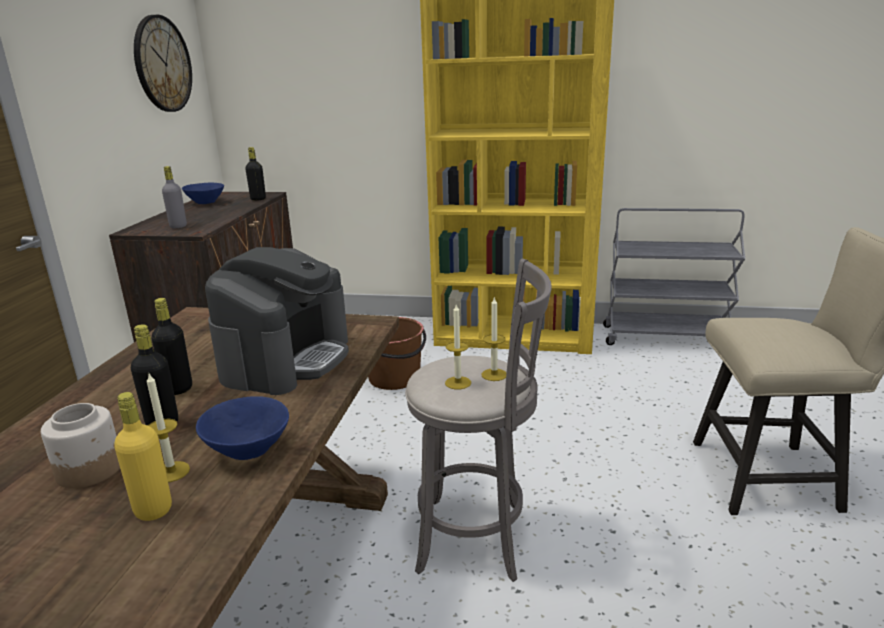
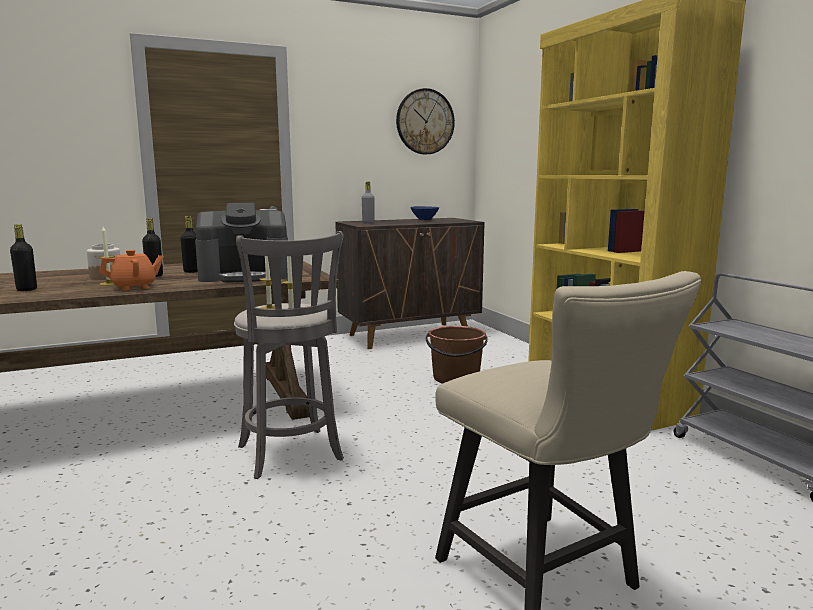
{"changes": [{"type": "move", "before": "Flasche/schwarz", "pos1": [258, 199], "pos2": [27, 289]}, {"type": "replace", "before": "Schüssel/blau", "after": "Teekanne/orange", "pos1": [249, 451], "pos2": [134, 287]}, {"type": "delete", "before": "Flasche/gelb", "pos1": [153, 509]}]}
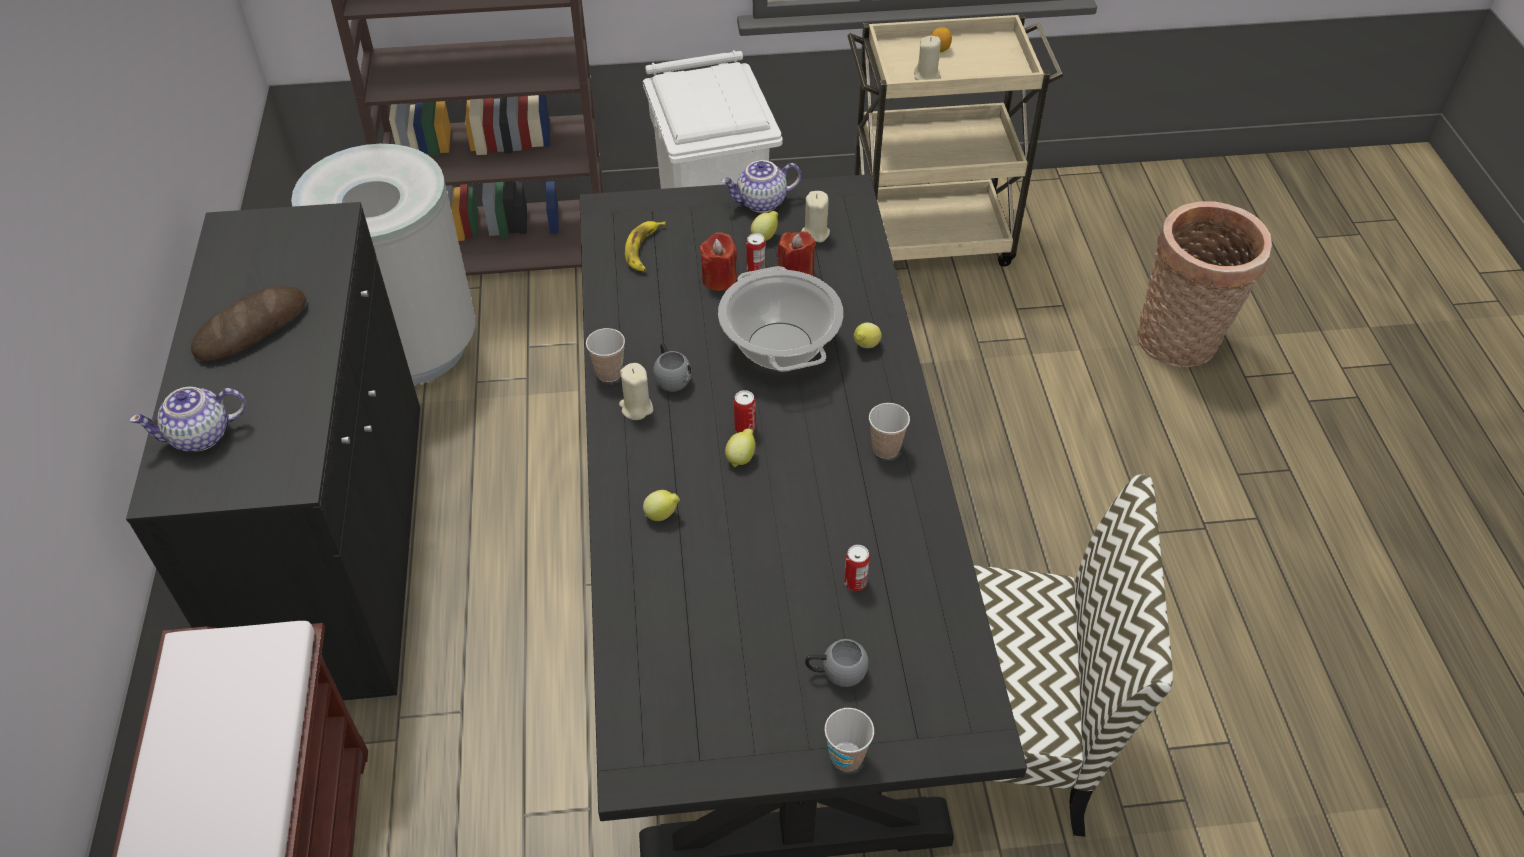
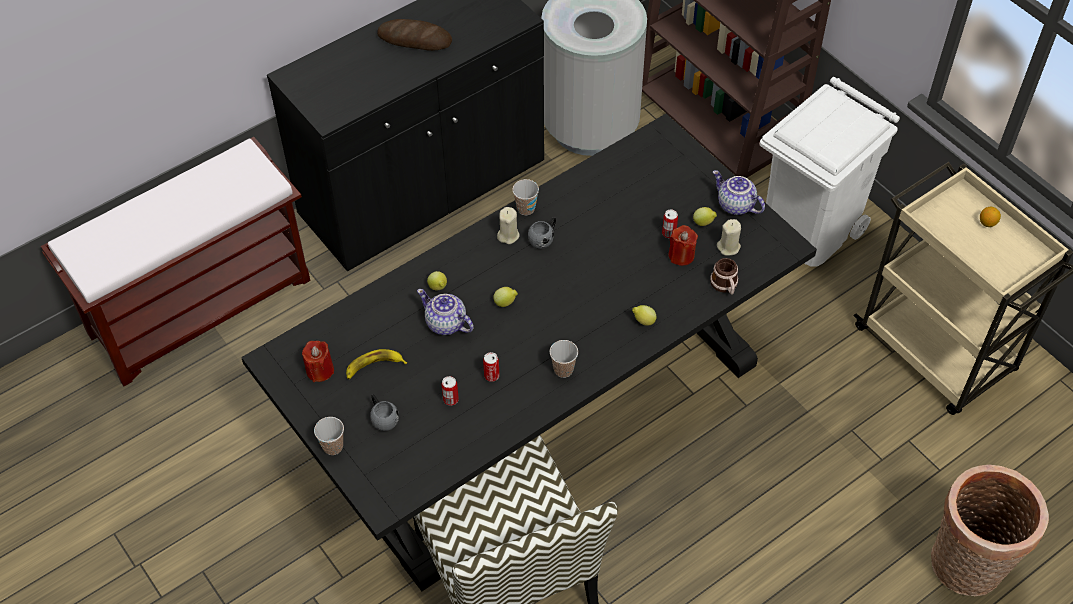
{"changes": [{"type": "move", "before": "Kerze/rot", "pos1": [719, 279], "pos2": [320, 370]}, {"type": "move", "before": "Banane", "pos1": [644, 250], "pos2": [374, 366]}, {"type": "move", "before": "Teekanne", "pos1": [201, 436], "pos2": [446, 324]}, {"type": "move", "before": "Dose", "pos1": [744, 427], "pos2": [491, 376]}, {"type": "insert", "after": "Henkelbecher", "pos2": [725, 285]}, {"type": "delete", "before": "Kochtopf", "pos1": [780, 347]}, {"type": "delete", "before": "Kerze/beige", "pos1": [927, 76]}]}
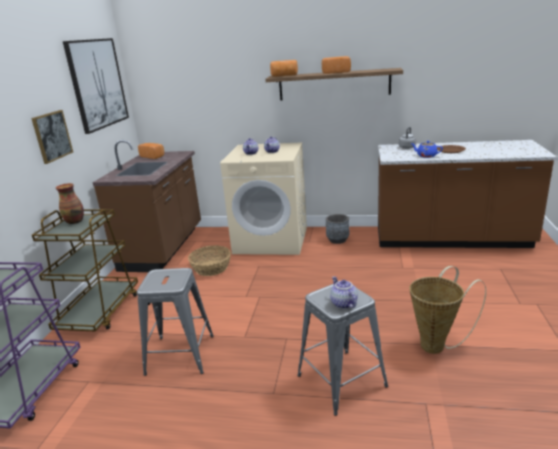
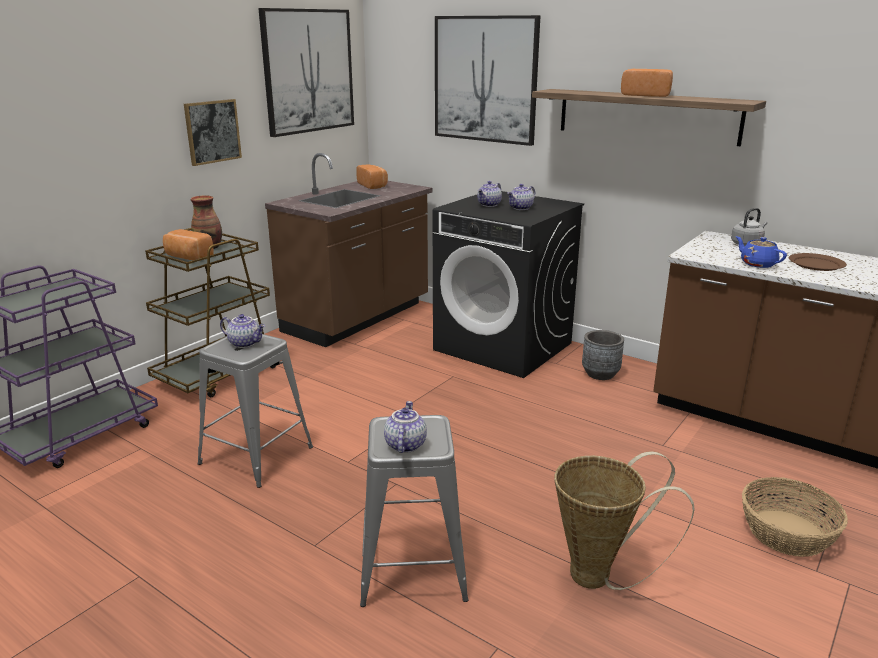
{"changes": [{"type": "move", "before": "Brot", "pos1": [284, 76], "pos2": [187, 257]}, {"type": "insert", "after": "Teekanne", "pos2": [245, 343]}, {"type": "recolor", "before": "Waschmaschine/beige", "after": "Waschmaschine/schwarz", "pos1": [271, 240], "pos2": [504, 346]}, {"type": "insert", "after": "Bild", "pos2": [485, 79]}, {"type": "move", "before": "Korb", "pos1": [211, 268], "pos2": [787, 532]}]}
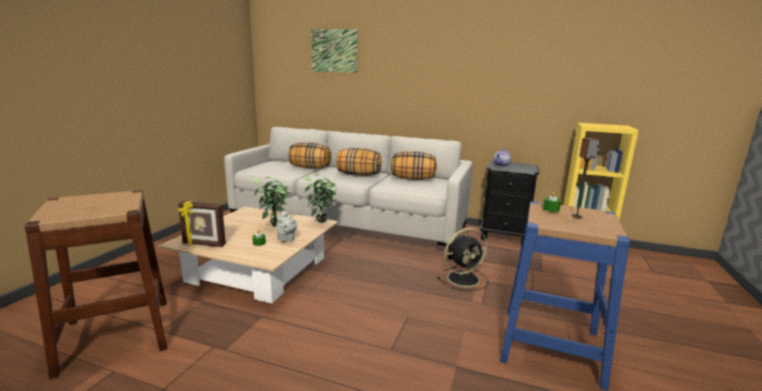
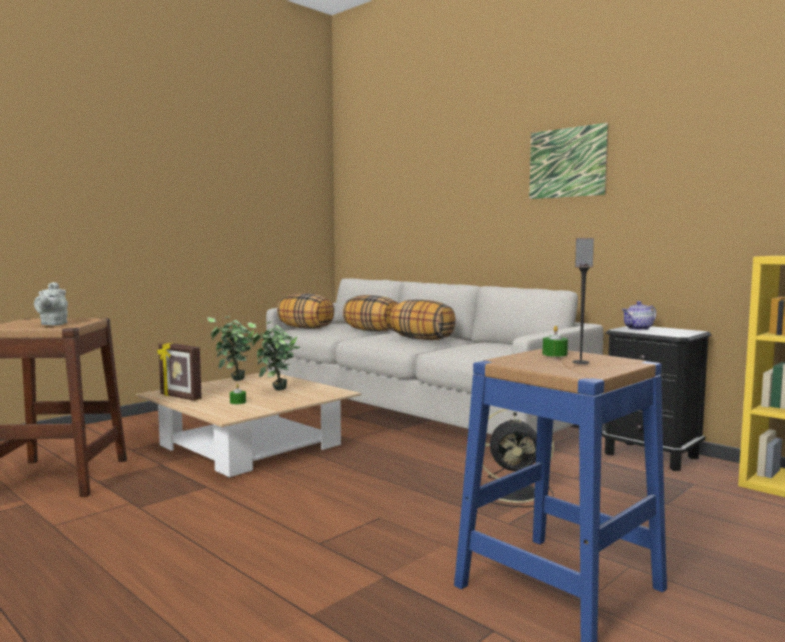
{"changes": [{"type": "move", "before": "Teekanne/grau", "pos1": [286, 239], "pos2": [53, 324]}, {"type": "move", "before": "Topfpflanze", "pos1": [321, 223], "pos2": [234, 381]}, {"type": "move", "before": "Kissen", "pos1": [413, 179], "pos2": [306, 328]}, {"type": "move", "before": "Bild", "pos1": [334, 51], "pos2": [567, 162]}]}
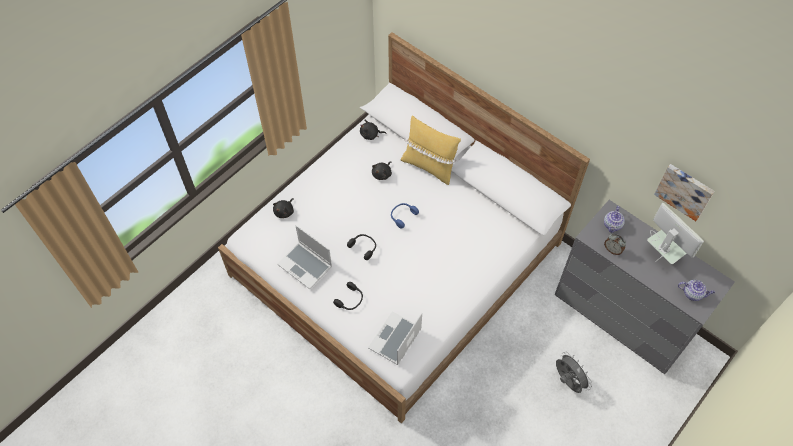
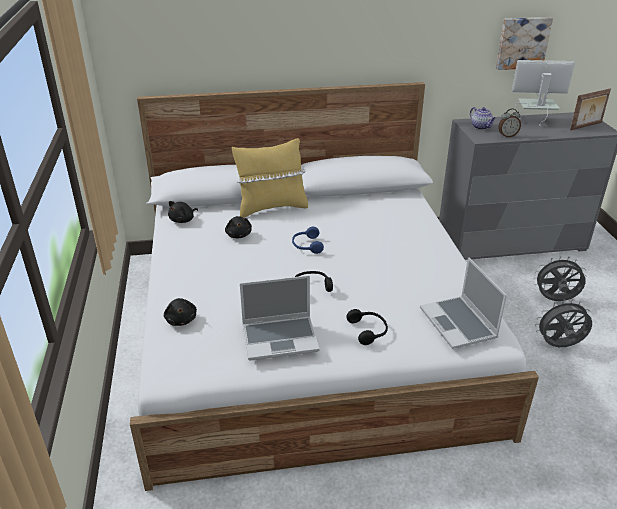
{"changes": [{"type": "insert", "after": "Ventilator/grau", "pos2": [559, 346]}, {"type": "replace", "before": "Teekanne", "after": "Bilderrahmen", "pos1": [693, 293], "pos2": [586, 126]}]}
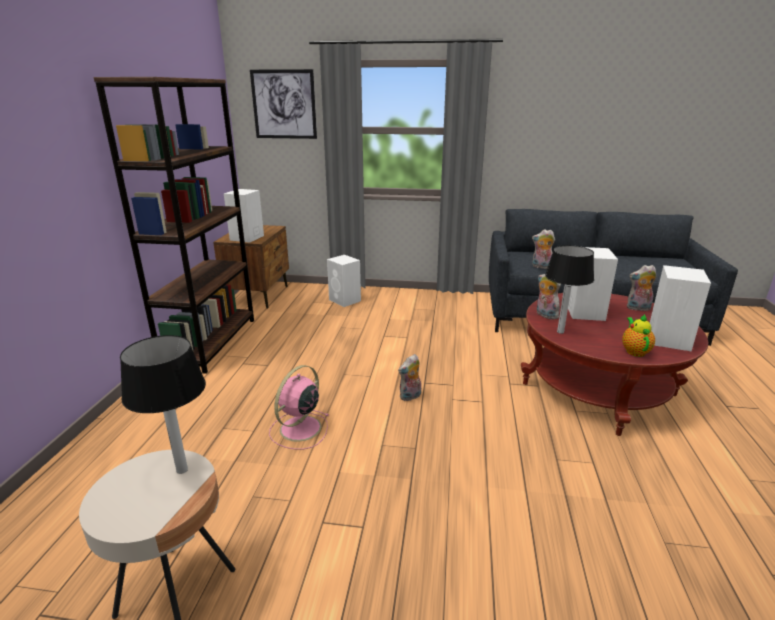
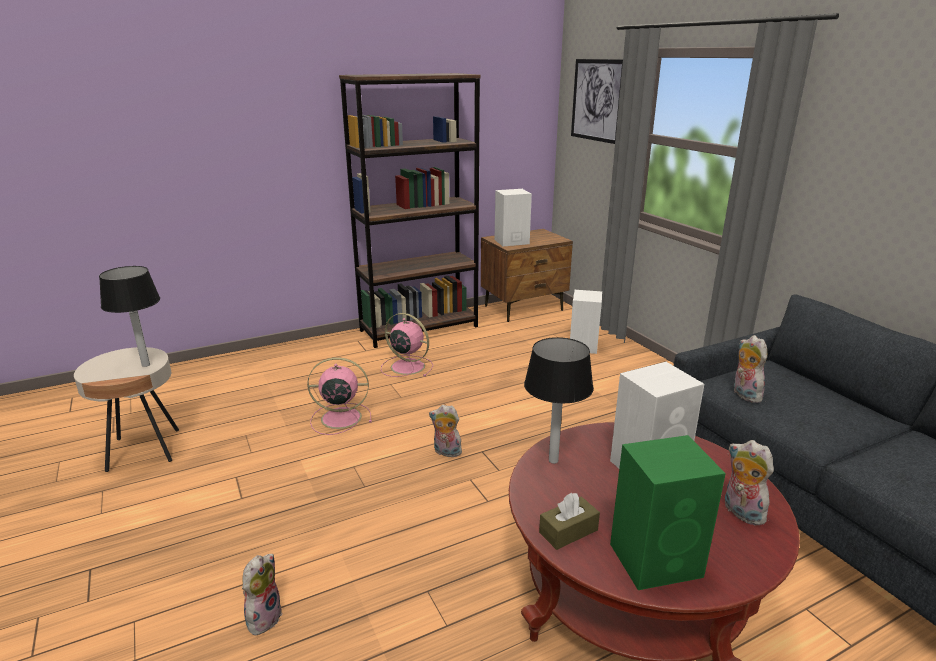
{"changes": [{"type": "move", "before": "Plüschtier", "pos1": [545, 315], "pos2": [263, 617]}, {"type": "insert", "after": "Ventilator/rosa", "pos2": [406, 366]}, {"type": "replace", "before": "Teekanne", "after": "Taschentuchbox/braun", "pos1": [634, 351], "pos2": [568, 531]}, {"type": "recolor", "before": "Lautsprecher/weiß", "after": "Lautsprecher/grün", "pos1": [668, 338], "pos2": [657, 560]}]}
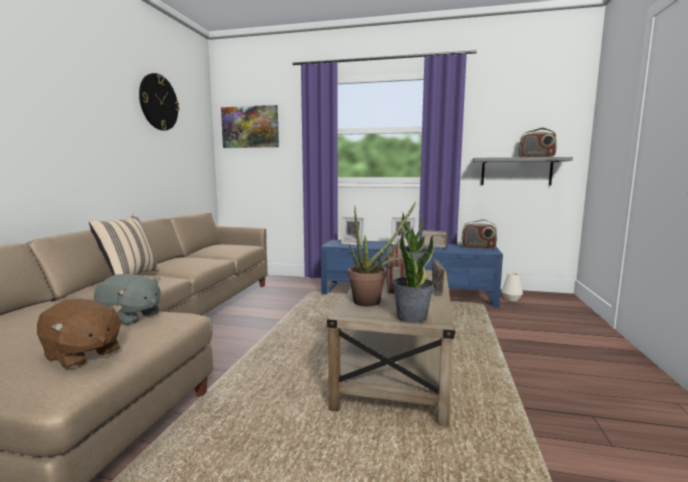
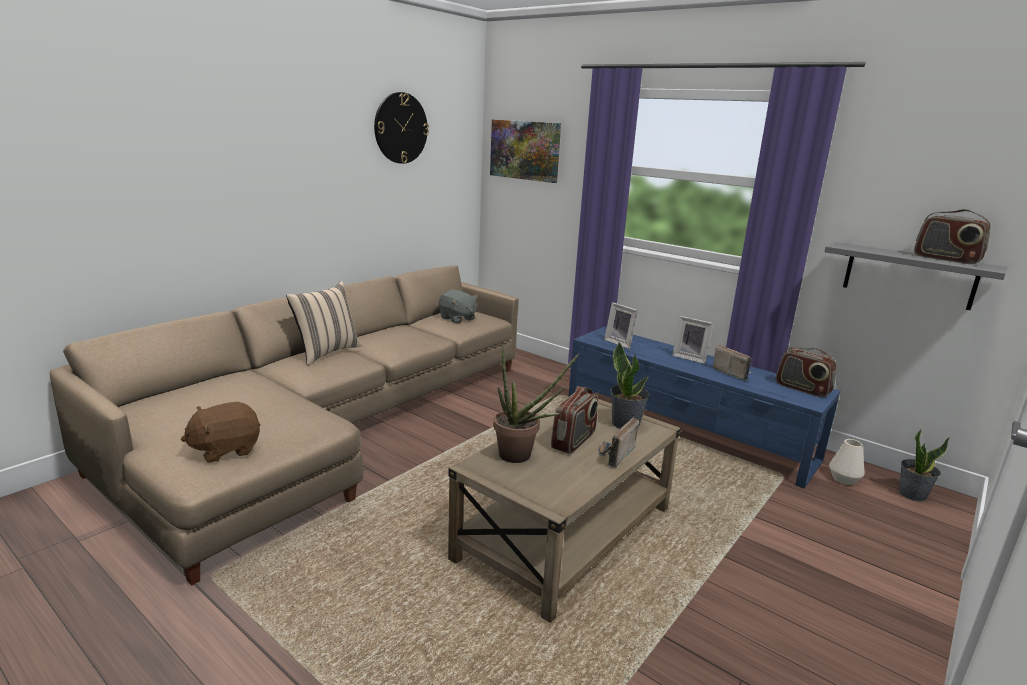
{"changes": [{"type": "rotate", "before": "Plüschtier/braun", "pos1": [82, 355], "pos2": [226, 449], "turn": 90}, {"type": "move", "before": "Plüschtier/grau", "pos1": [130, 317], "pos2": [457, 318]}, {"type": "move", "before": "Topfpflanze", "pos1": [411, 317], "pos2": [912, 494]}]}
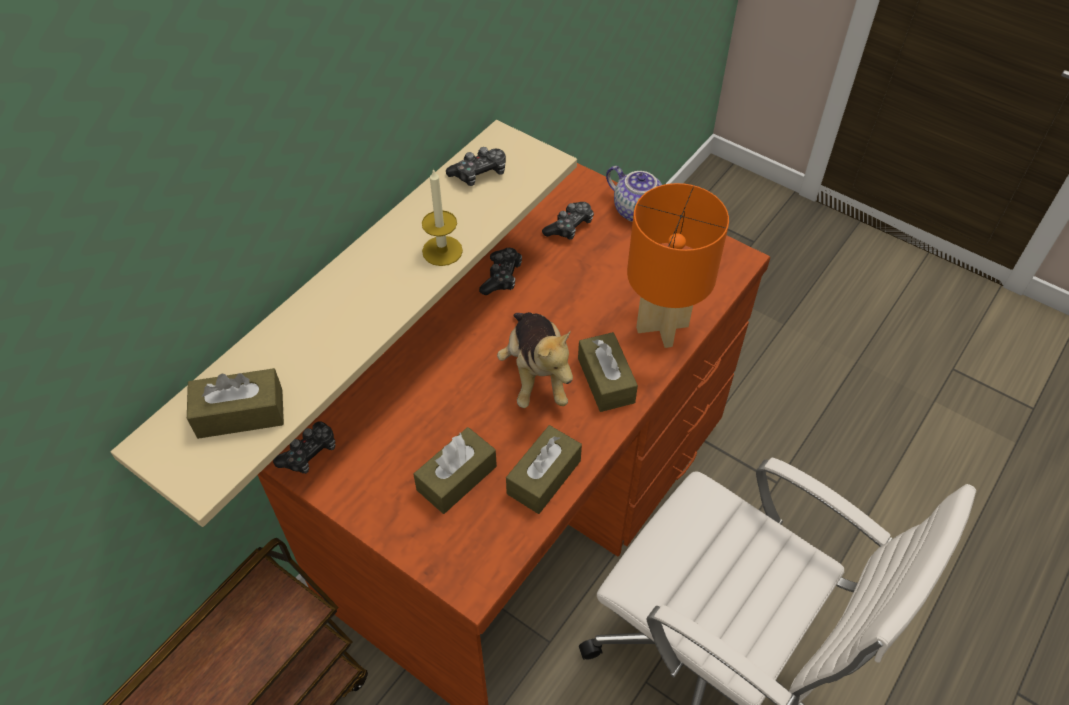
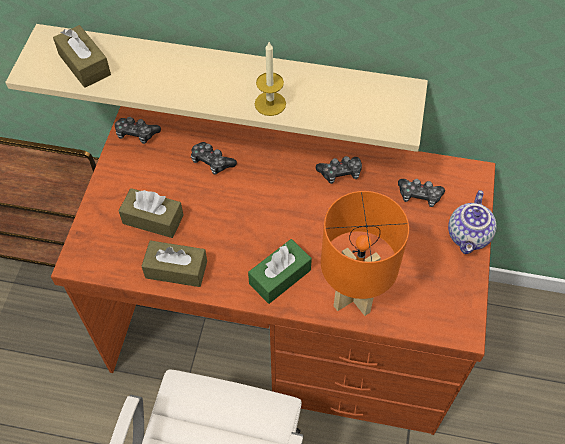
{"changes": [{"type": "move", "before": "Gamepad", "pos1": [479, 173], "pos2": [211, 162]}, {"type": "recolor", "before": "Taschentuchbox/braun", "after": "Taschentuchbox/grün", "pos1": [606, 380], "pos2": [280, 277]}, {"type": "delete", "before": "Plüschtier", "pos1": [536, 374]}]}
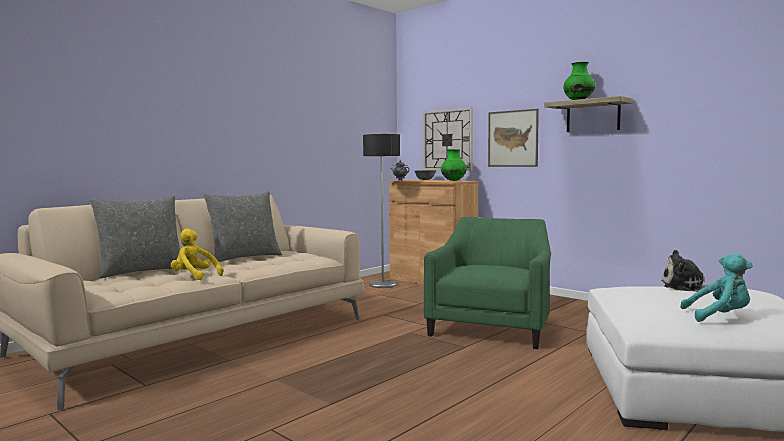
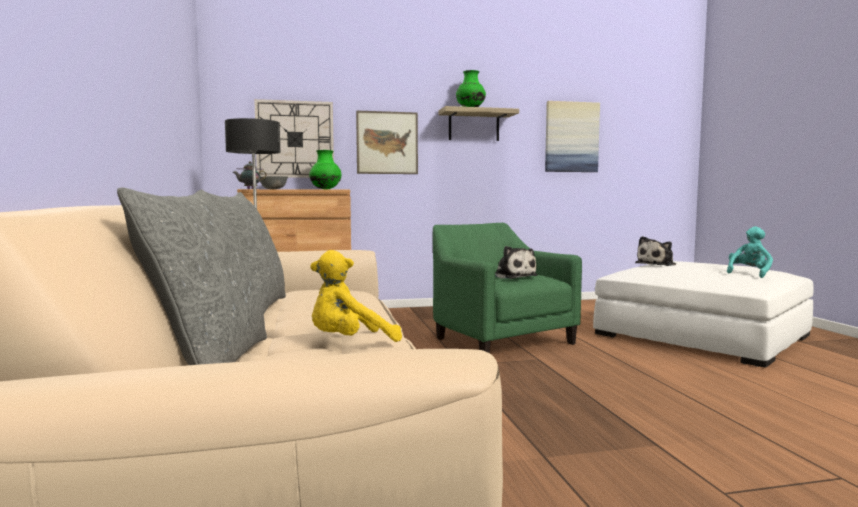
{"changes": [{"type": "insert", "after": "Plüschtier", "pos2": [513, 276]}, {"type": "insert", "after": "Bild", "pos2": [571, 137]}]}
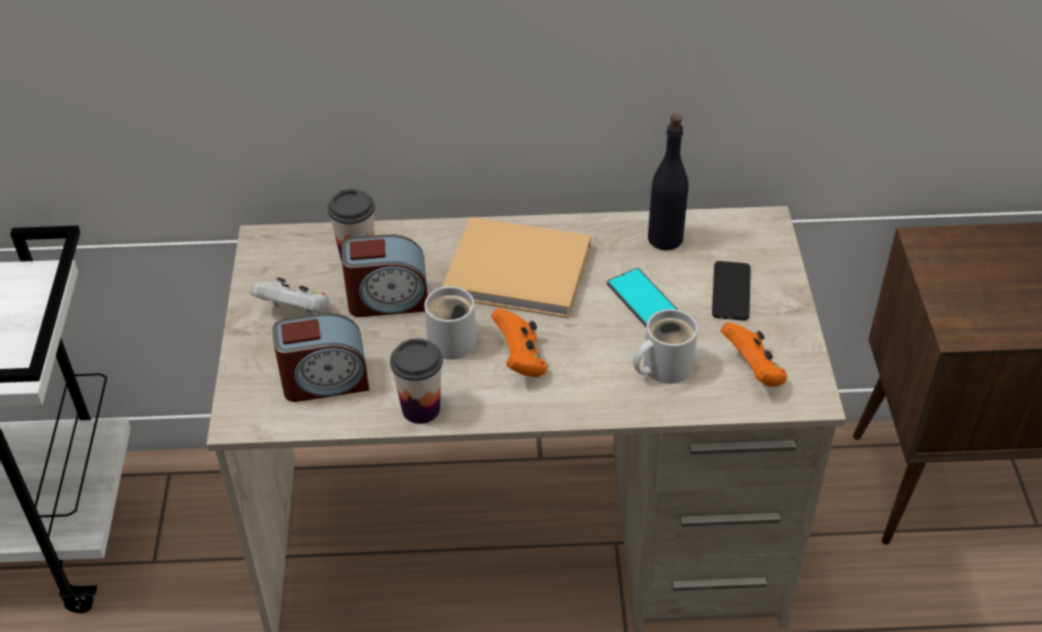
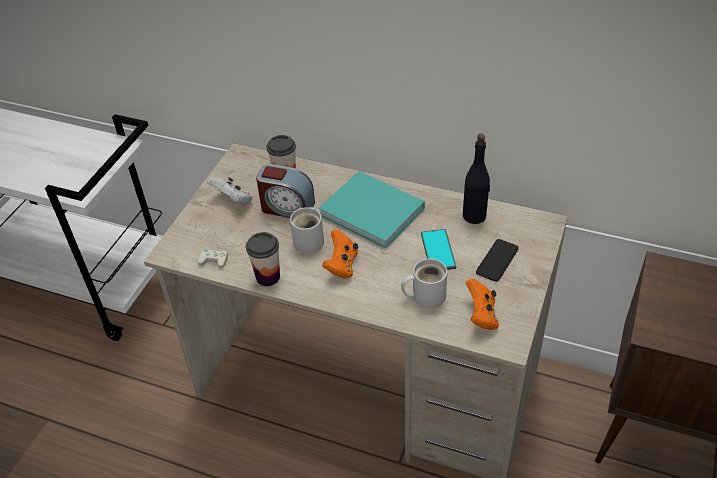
{"changes": [{"type": "replace", "before": "Wecker", "after": "Gamepad/weiß", "pos1": [325, 381], "pos2": [225, 244]}, {"type": "recolor", "before": "Buch/beige", "after": "Buch/türkis", "pos1": [522, 272], "pos2": [374, 213]}]}
